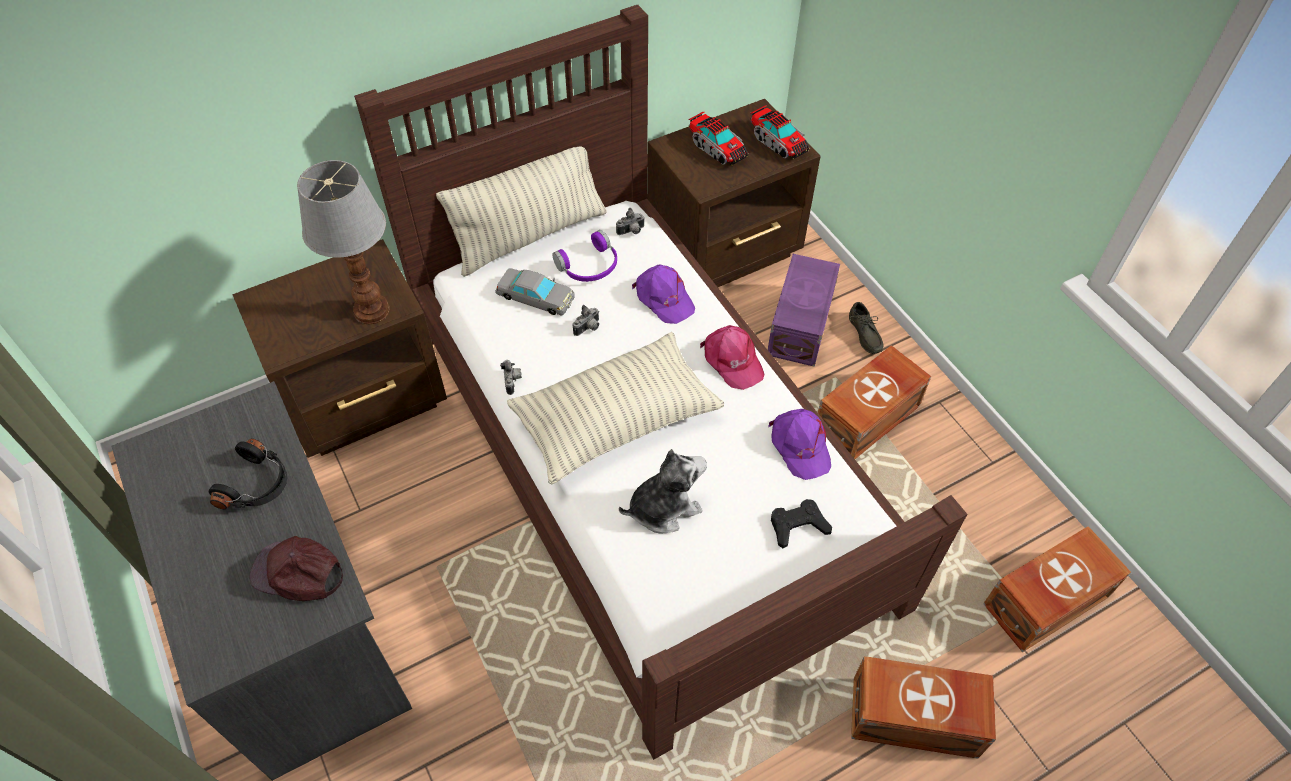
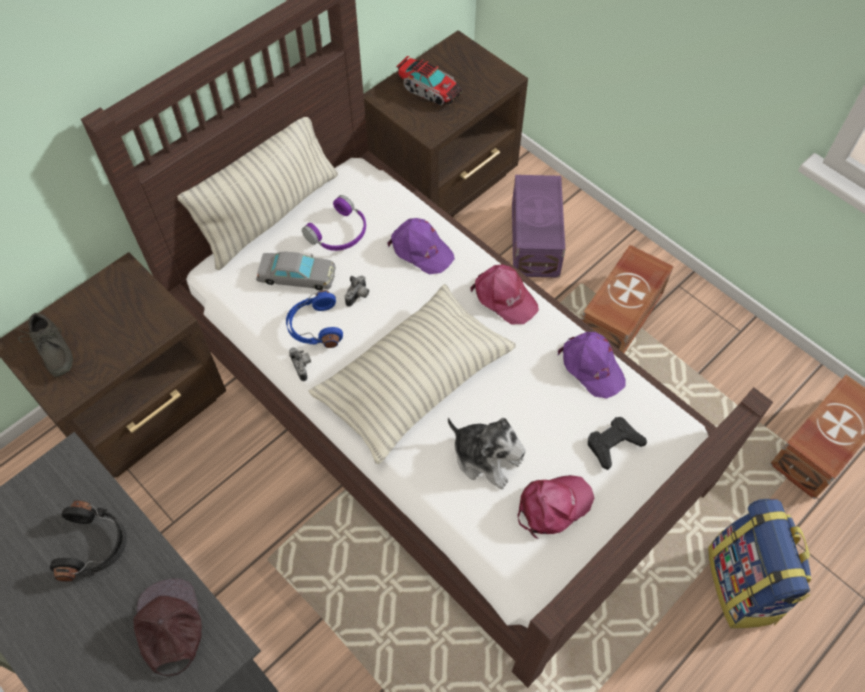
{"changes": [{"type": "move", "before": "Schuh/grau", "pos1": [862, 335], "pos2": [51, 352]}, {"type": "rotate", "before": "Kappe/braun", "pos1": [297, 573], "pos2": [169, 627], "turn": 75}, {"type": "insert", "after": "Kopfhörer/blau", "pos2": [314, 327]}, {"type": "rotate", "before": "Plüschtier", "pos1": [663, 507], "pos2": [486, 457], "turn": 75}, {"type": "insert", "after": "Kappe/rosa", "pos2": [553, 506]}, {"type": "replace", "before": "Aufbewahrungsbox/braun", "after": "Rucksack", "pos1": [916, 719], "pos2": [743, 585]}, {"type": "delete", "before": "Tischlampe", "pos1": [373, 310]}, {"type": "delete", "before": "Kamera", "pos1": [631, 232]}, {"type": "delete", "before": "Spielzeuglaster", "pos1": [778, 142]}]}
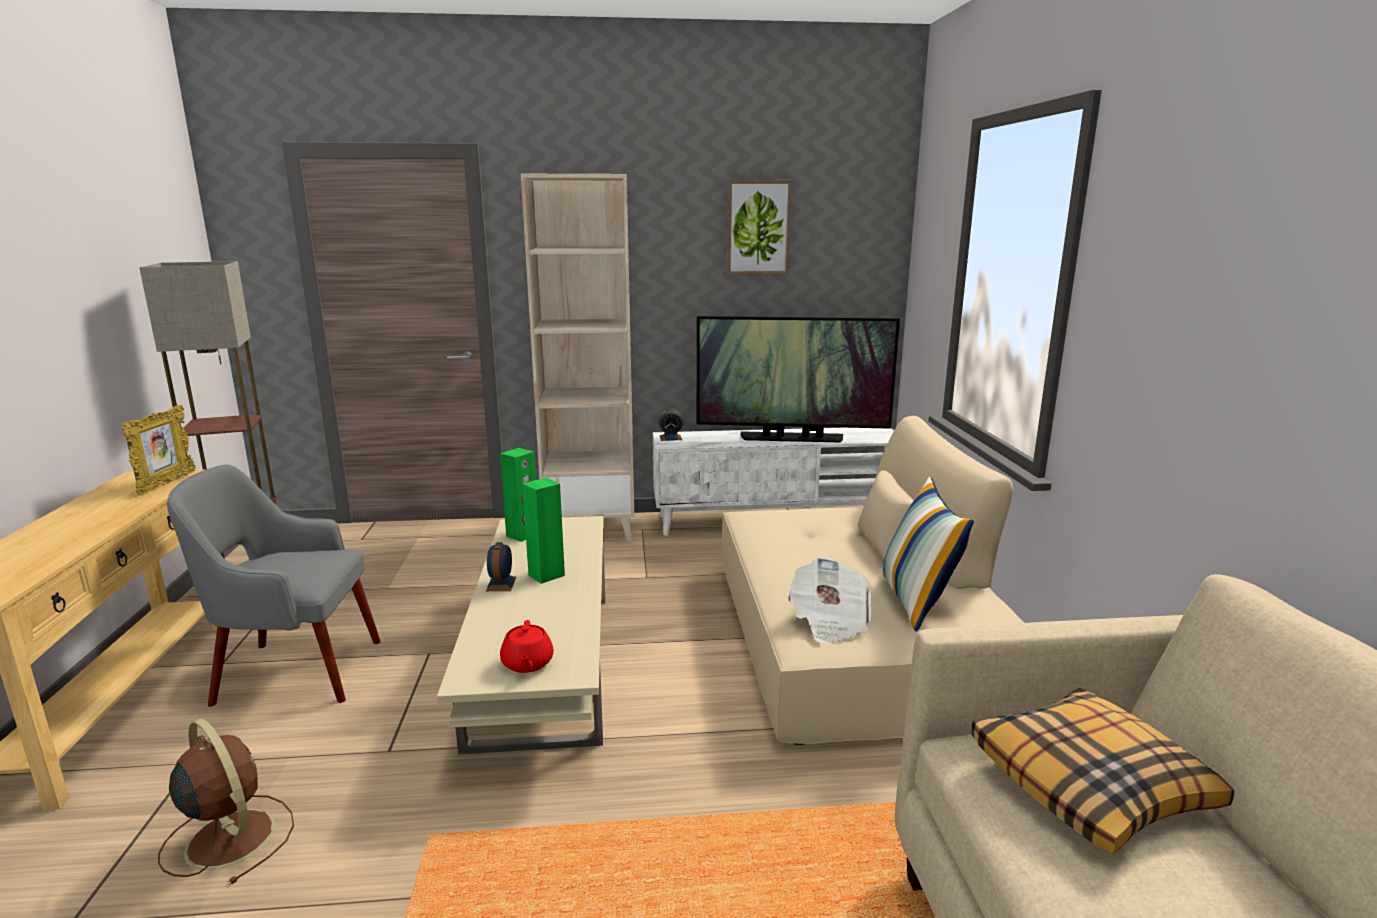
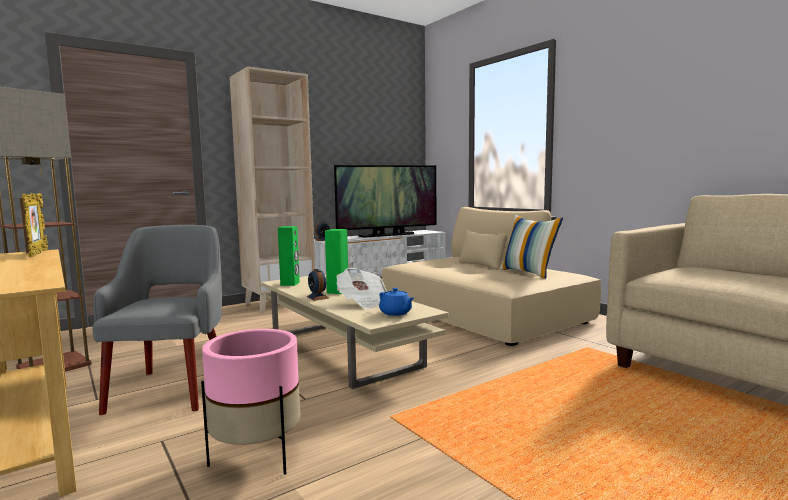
{"changes": [{"type": "rotate", "before": "Sessel/grau", "pos1": [295, 671], "pos2": [171, 388], "turn": 120}, {"type": "replace", "before": "Ventilator/braun", "after": "Pflanzkübel/rosa", "pos1": [229, 837], "pos2": [257, 456]}, {"type": "move", "before": "Zeitung", "pos1": [829, 621], "pos2": [362, 302]}, {"type": "recolor", "before": "Teekanne/rot", "after": "Teekanne/blau", "pos1": [527, 664], "pos2": [396, 313]}, {"type": "delete", "before": "Bild", "pos1": [758, 227]}, {"type": "delete", "before": "Kissen", "pos1": [1090, 783]}]}
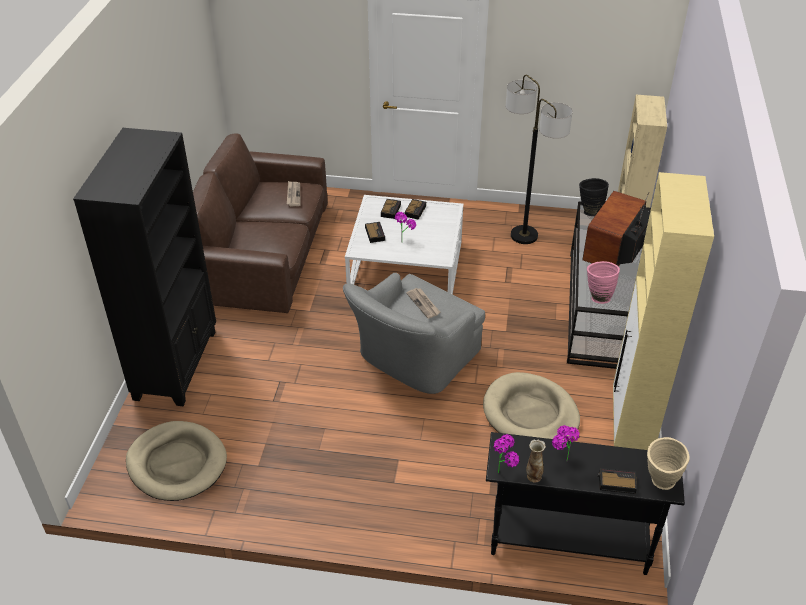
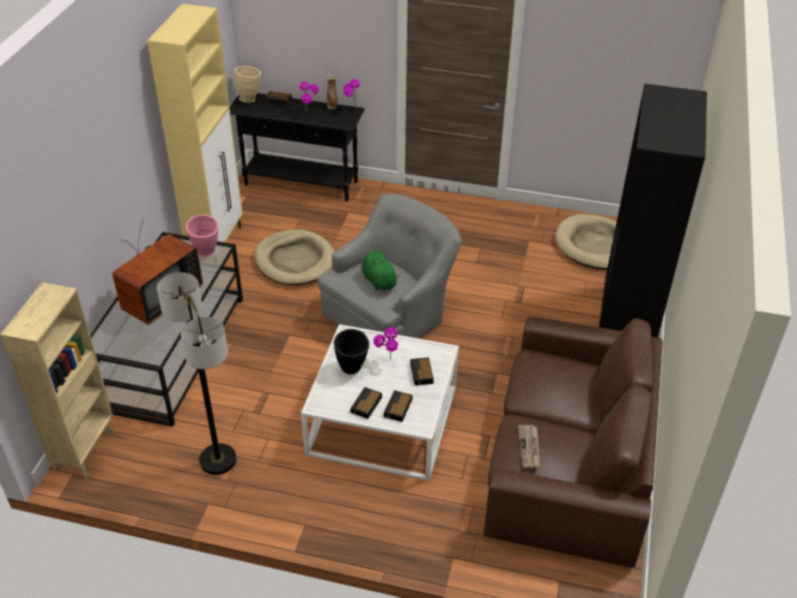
{"changes": [{"type": "move", "before": "Vase/schwarz", "pos1": [589, 211], "pos2": [352, 370]}, {"type": "replace", "before": "Zeitung", "after": "Plüschtier/grün", "pos1": [424, 304], "pos2": [378, 280]}]}
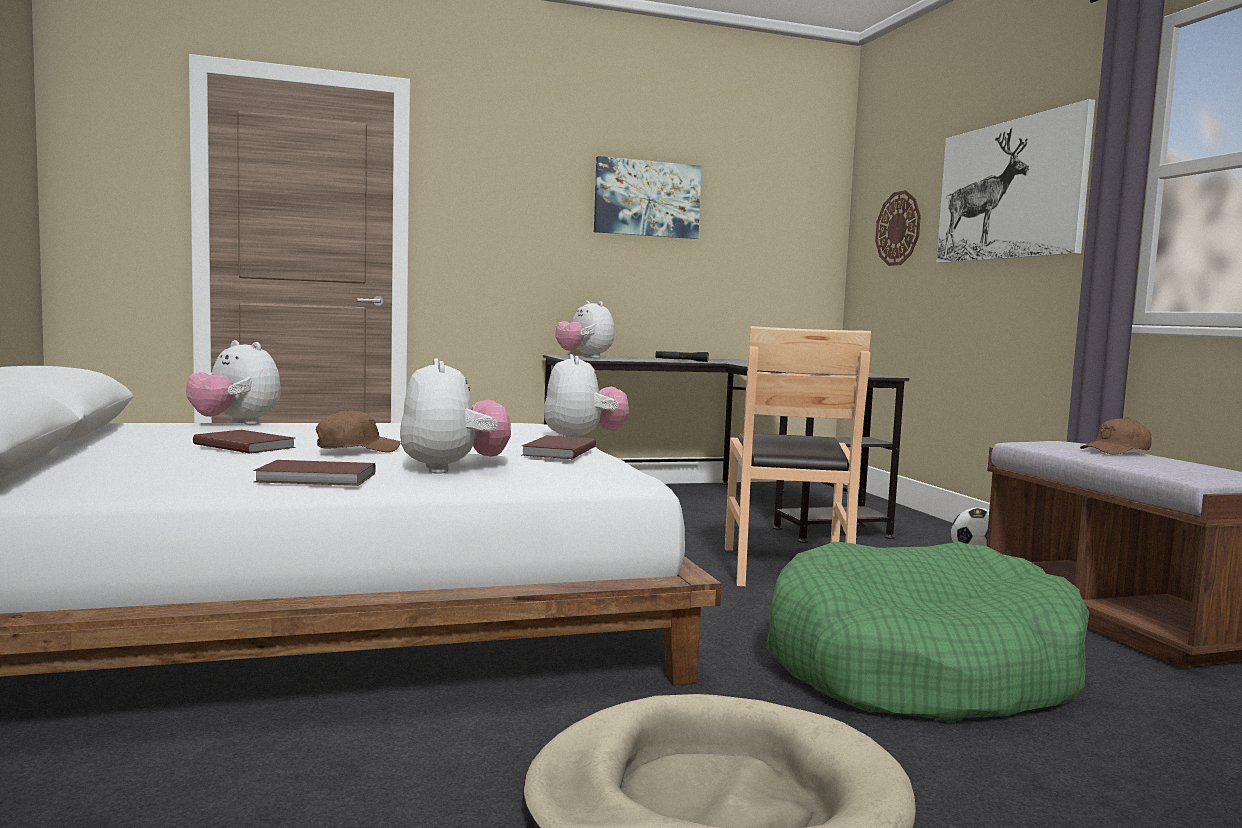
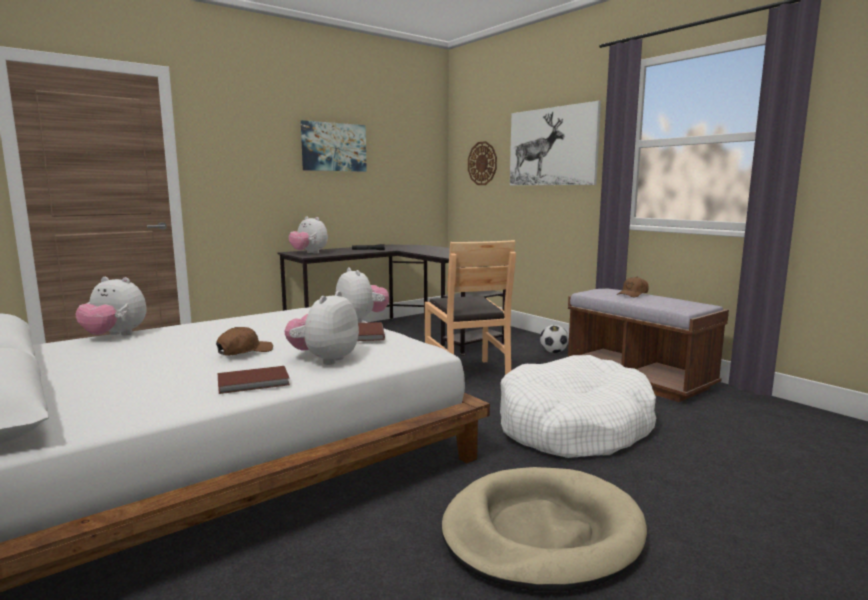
{"changes": [{"type": "rotate", "before": "Plüschtier", "pos1": [452, 469], "pos2": [324, 360], "turn": -120}, {"type": "recolor", "before": "Hundebett/grün", "after": "Hundebett/weiß", "pos1": [918, 668], "pos2": [573, 426]}, {"type": "delete", "before": "Buch/braun", "pos1": [245, 445]}]}
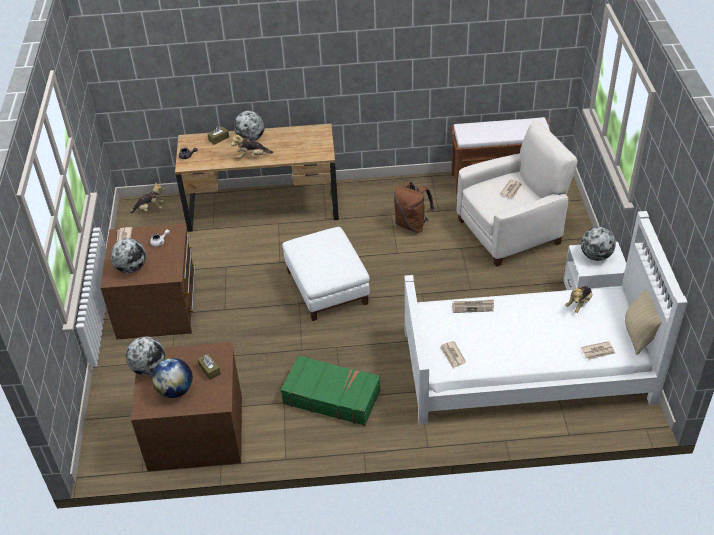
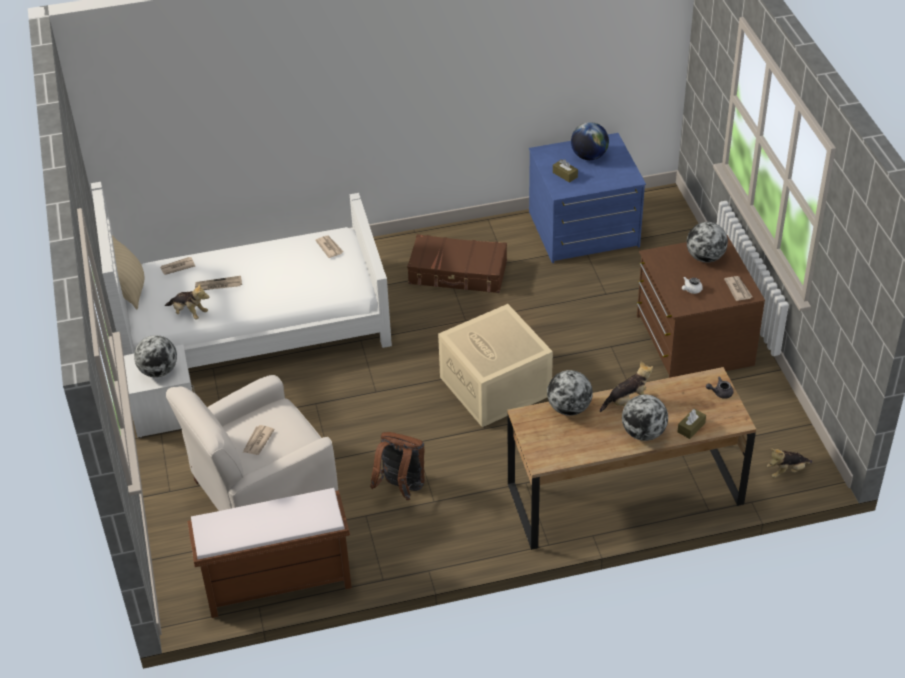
{"changes": [{"type": "rotate", "before": "Plüschtier", "pos1": [579, 304], "pos2": [189, 313], "turn": 90}, {"type": "move", "before": "Zeitung", "pos1": [473, 307], "pos2": [218, 285]}, {"type": "recolor", "before": "Koffer/grün", "after": "Koffer/braun", "pos1": [331, 396], "pos2": [458, 273]}, {"type": "replace", "before": "Polsterhocker/weiß", "after": "Aufbewahrungsbox/beige", "pos1": [326, 287], "pos2": [497, 386]}, {"type": "recolor", "before": "Kommode/braun", "after": "Kommode/blau", "pos1": [196, 431], "pos2": [584, 230]}, {"type": "move", "before": "Globus", "pos1": [149, 368], "pos2": [569, 408]}]}
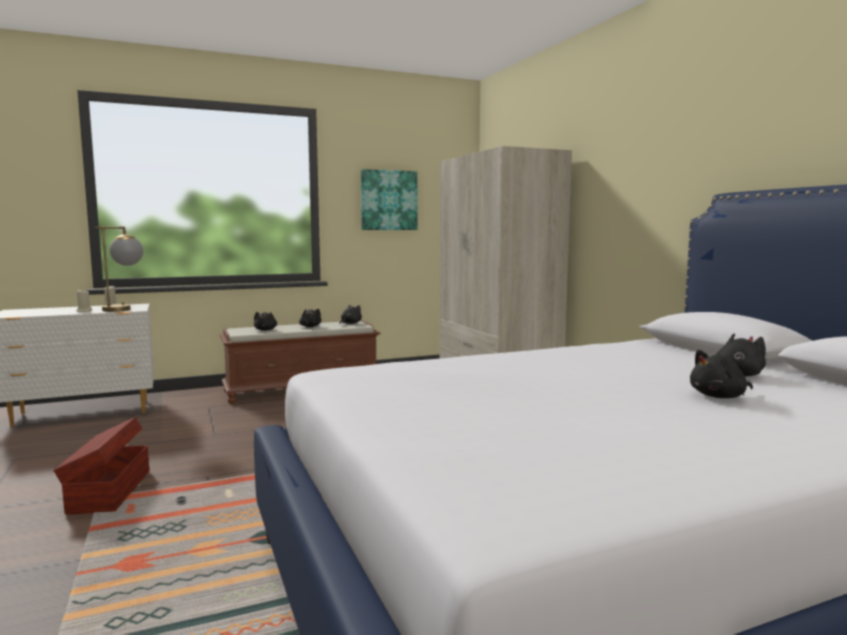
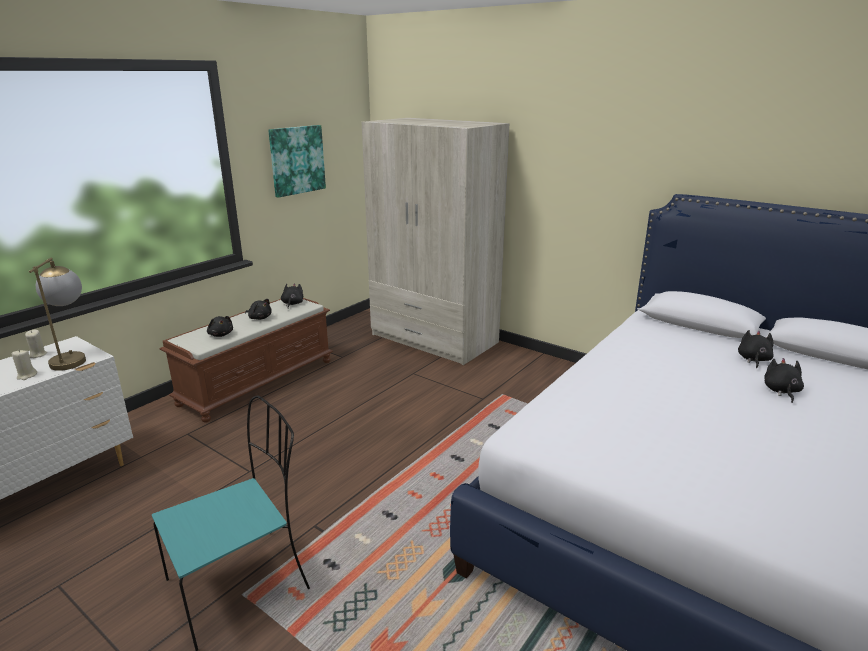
{"changes": [{"type": "replace", "before": "Aufbewahrungsbox/braun", "after": "Stuhl/türkis", "pos1": [108, 491], "pos2": [241, 583]}, {"type": "rotate", "before": "Plüschtier/schwarz", "pos1": [720, 397], "pos2": [781, 391], "turn": 150}]}
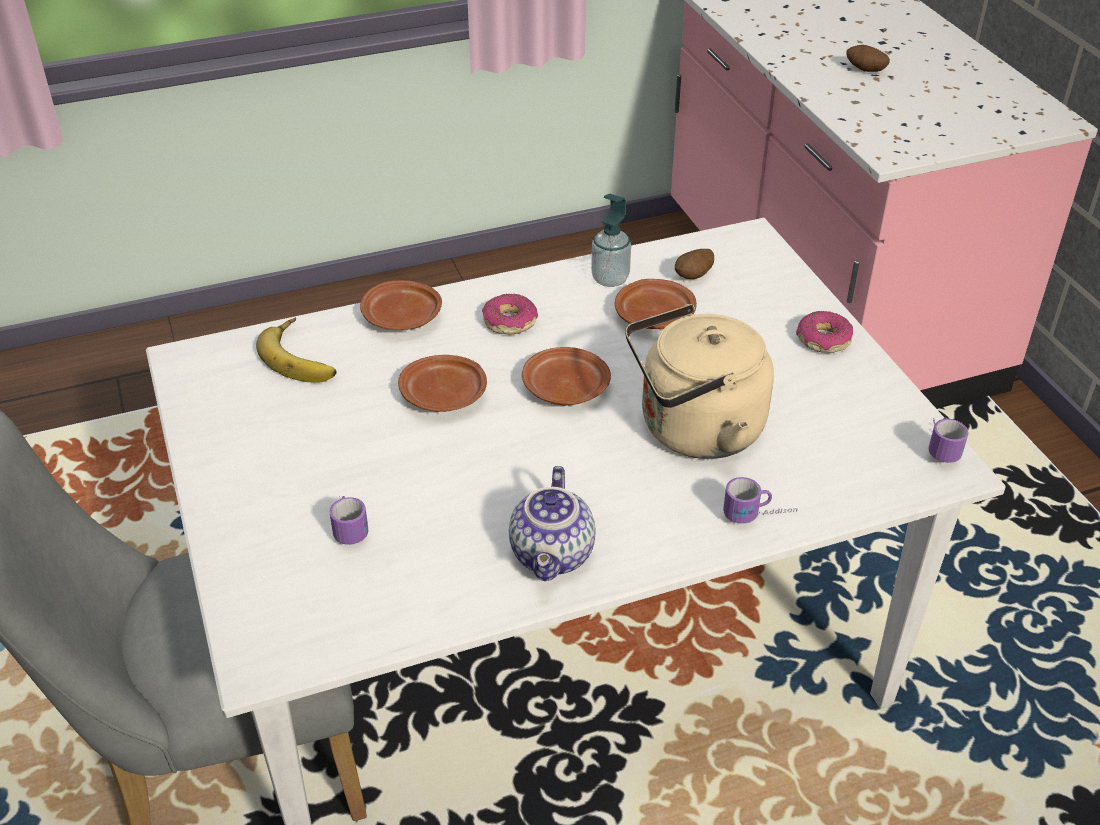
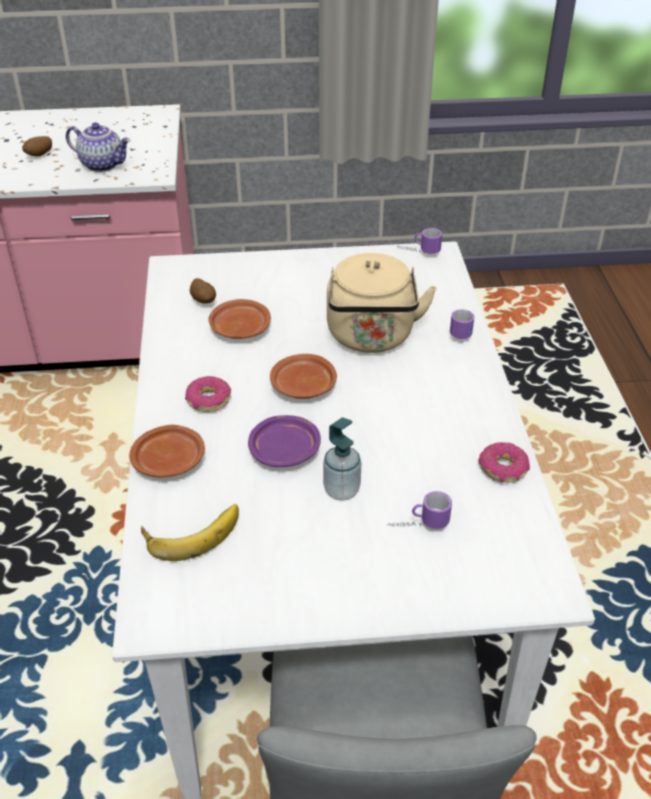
{"changes": [{"type": "move", "before": "Teekanne", "pos1": [554, 555], "pos2": [103, 164]}, {"type": "recolor", "before": "Teller/braun", "after": "Teller/lila", "pos1": [445, 396], "pos2": [285, 450]}, {"type": "move", "before": "Seifenspender", "pos1": [610, 279], "pos2": [341, 490]}, {"type": "move", "before": "Donut", "pos1": [823, 340], "pos2": [503, 469]}]}
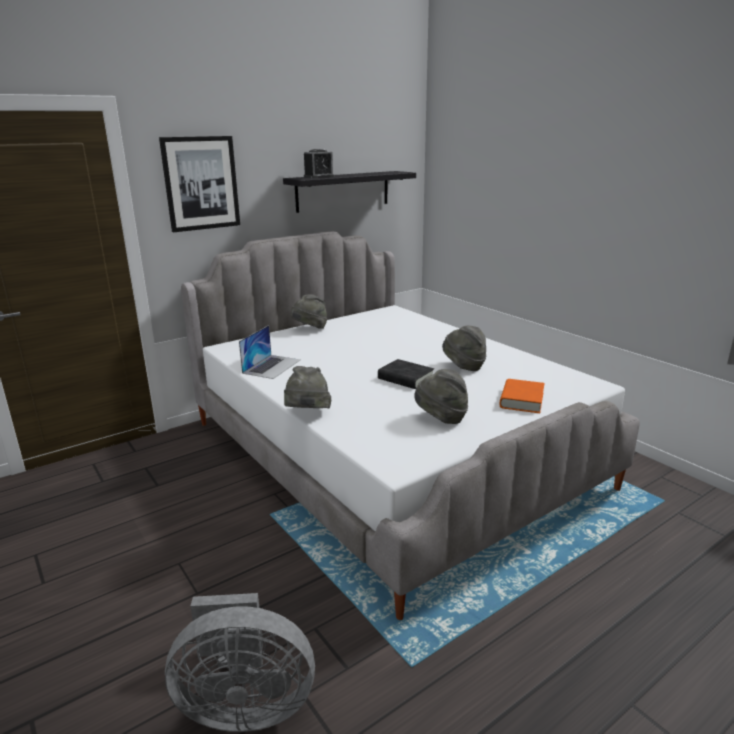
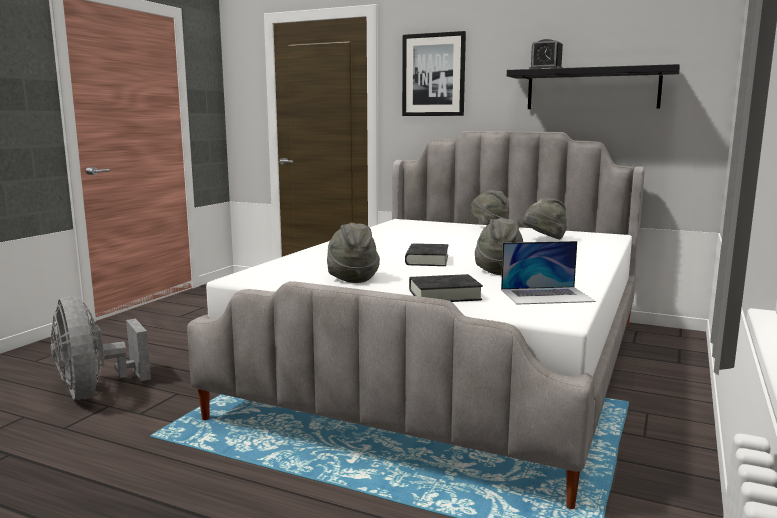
{"changes": [{"type": "recolor", "before": "Buch/orange", "after": "Buch/schwarz", "pos1": [521, 400], "pos2": [444, 295]}, {"type": "move", "before": "Laptop", "pos1": [272, 366], "pos2": [547, 295]}, {"type": "move", "before": "Hut/grau", "pos1": [307, 414], "pos2": [544, 239]}]}
